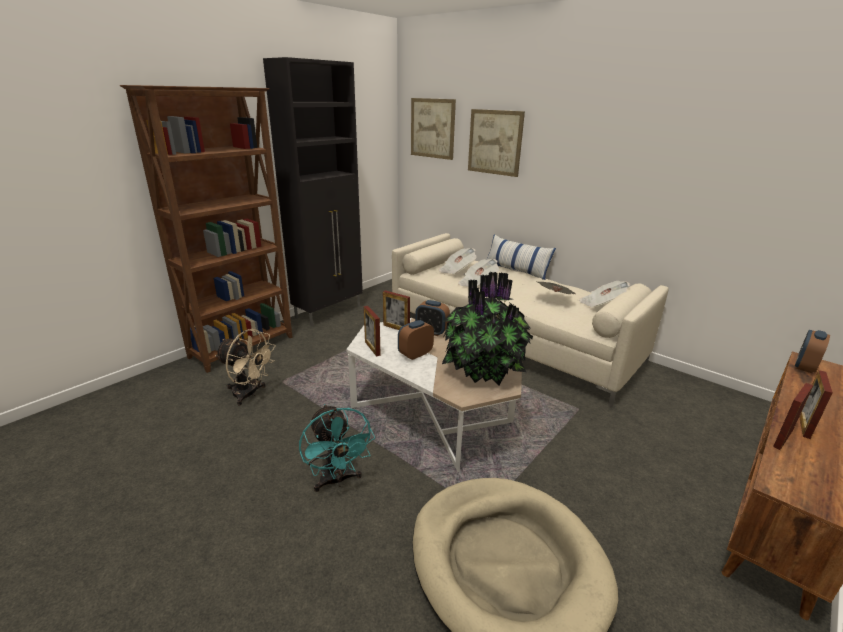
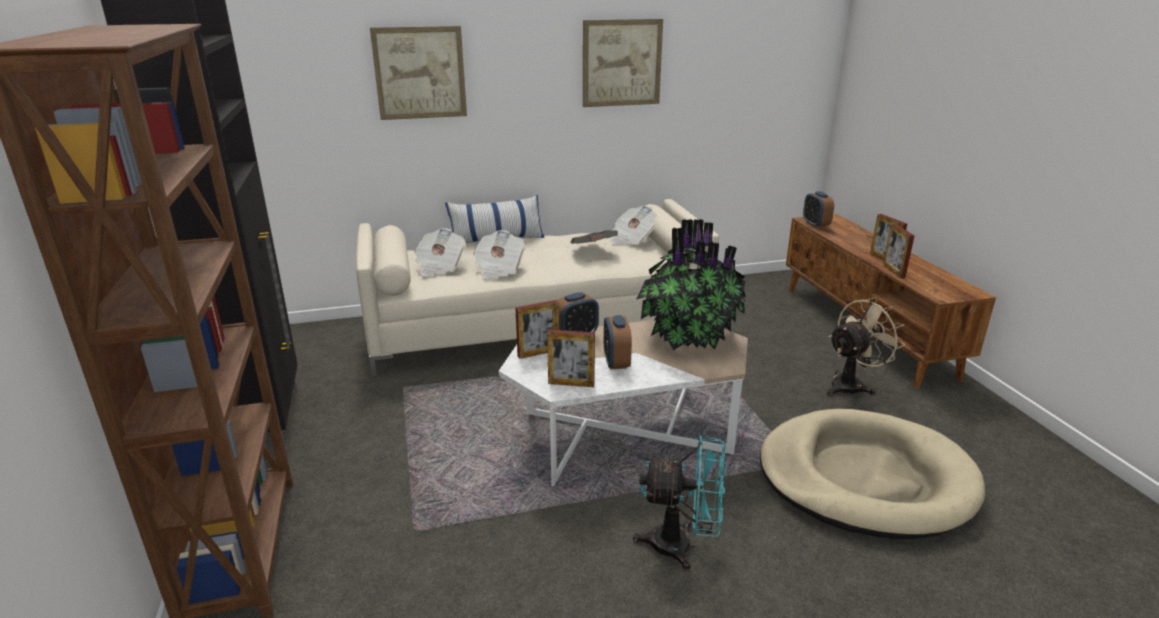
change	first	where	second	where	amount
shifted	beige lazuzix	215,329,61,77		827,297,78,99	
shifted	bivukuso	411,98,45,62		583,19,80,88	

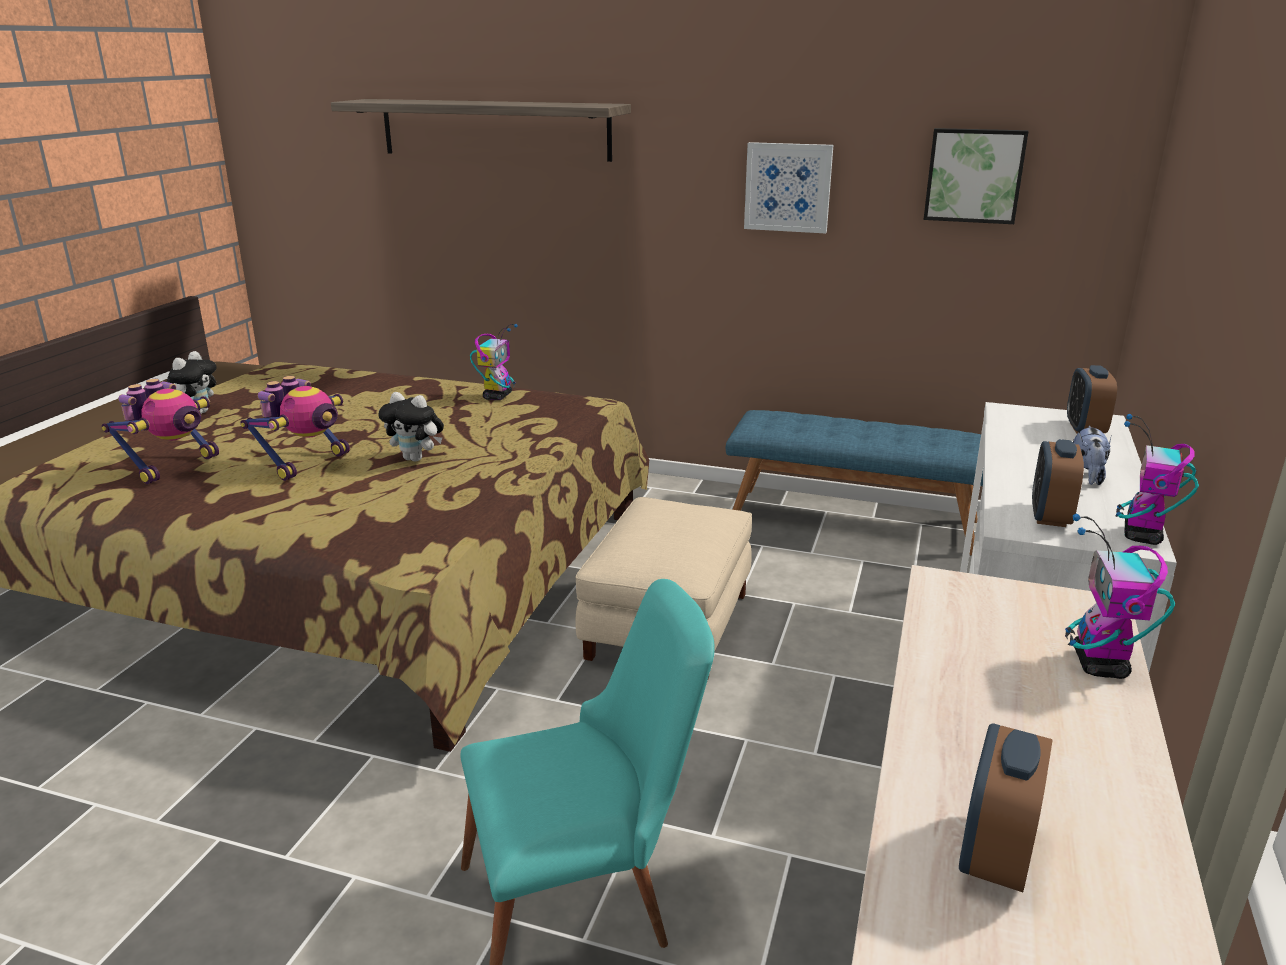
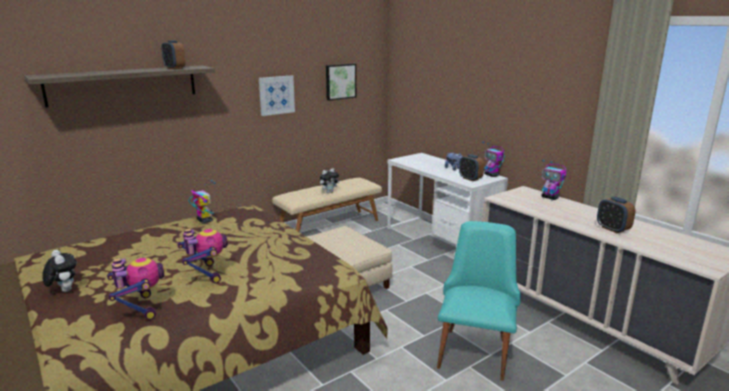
change	first	where	second	where	amount
shifted	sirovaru	379,392,65,70		319,168,21,25	
repainted	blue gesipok	726,410,257,146	beige gesipok	272,178,110,54	
shifted	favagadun	1067,365,50,69		161,40,25,29	

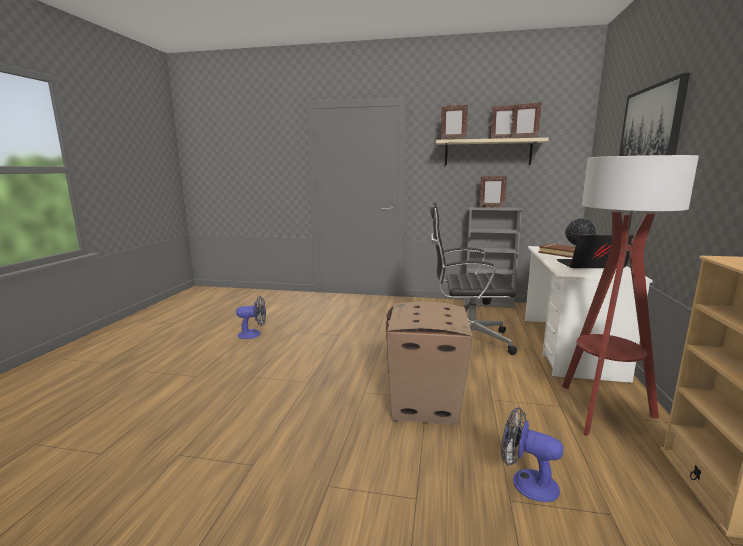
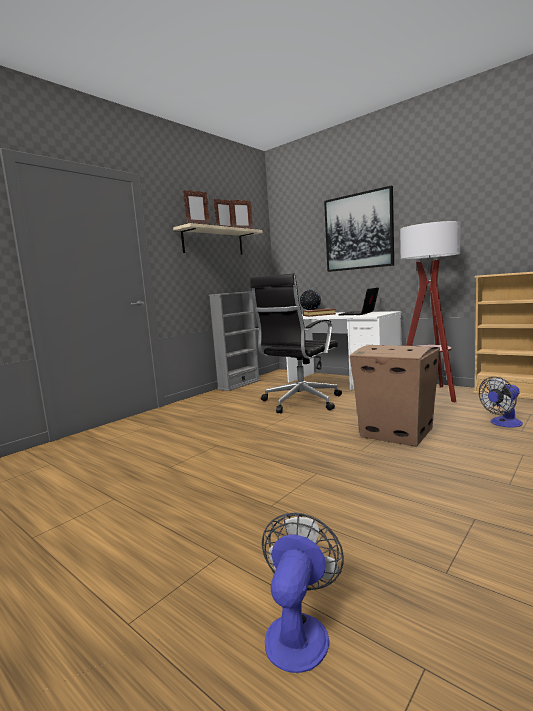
change	first	where	second	where	amount
shifted	lazuzix	236,296,30,43		262,513,82,160	
gone	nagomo	479,176,28,32			

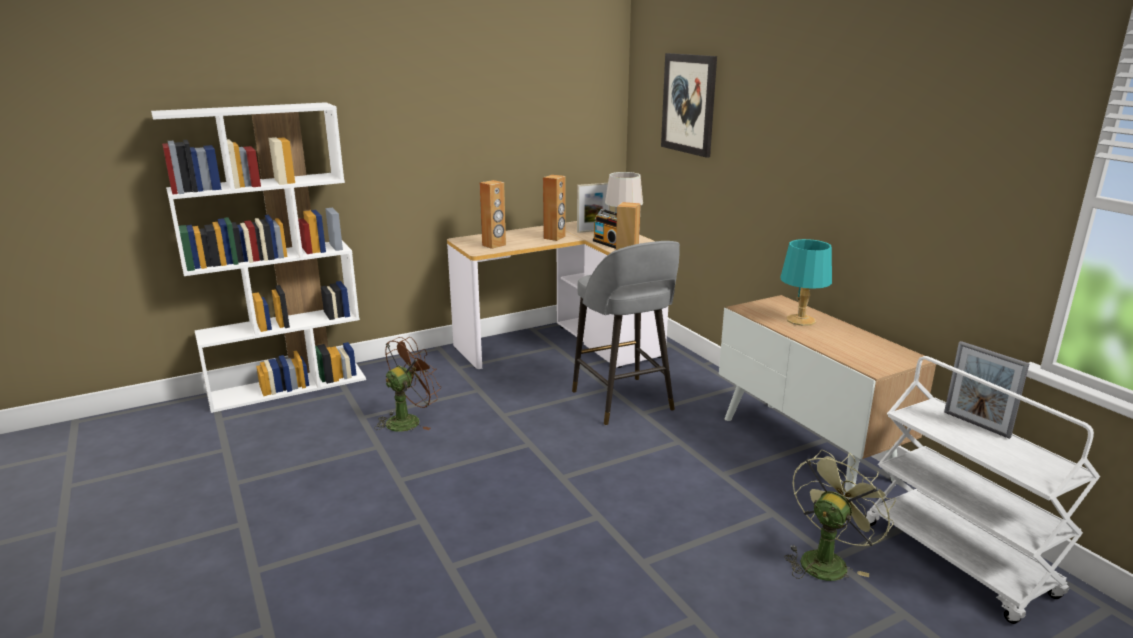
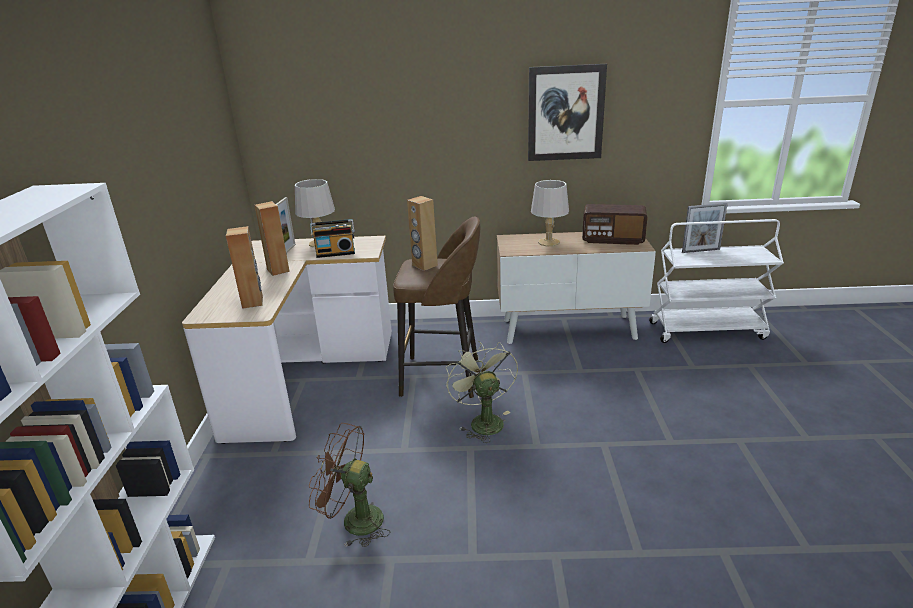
change	first	where	second	where	amount
rotated	brown lazuzix	374,337,67,95		309,423,81,124	60 degrees counterclockwise
repainted	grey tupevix	572,241,108,184	brown tupevix	393,216,87,182	
shifted	bivukuso	661,53,56,105		528,64,79,97	
repainted	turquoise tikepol	780,239,52,87	grey tikepol	531,180,38,66	
shifted	green lazuzix	784,450,112,131		445,341,73,102	
new			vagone	582,204,65,41	

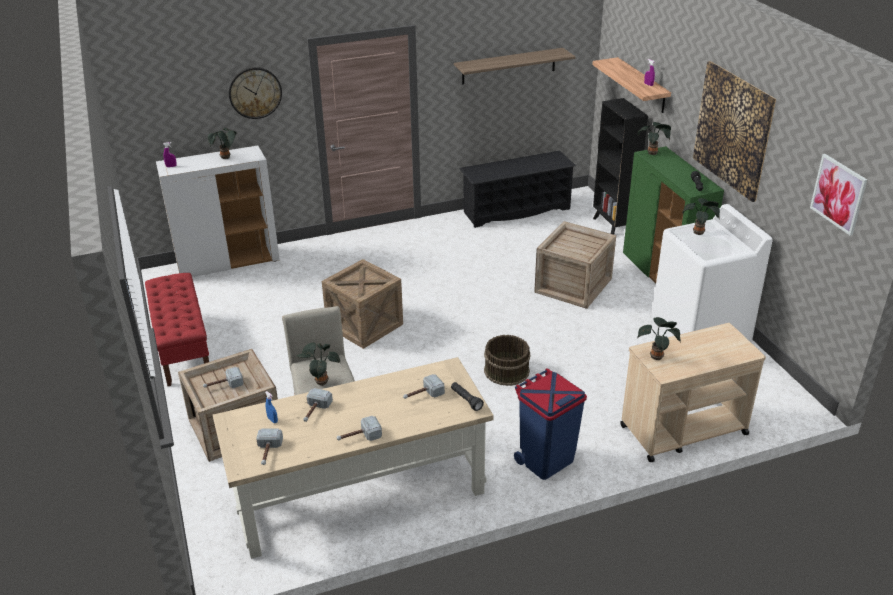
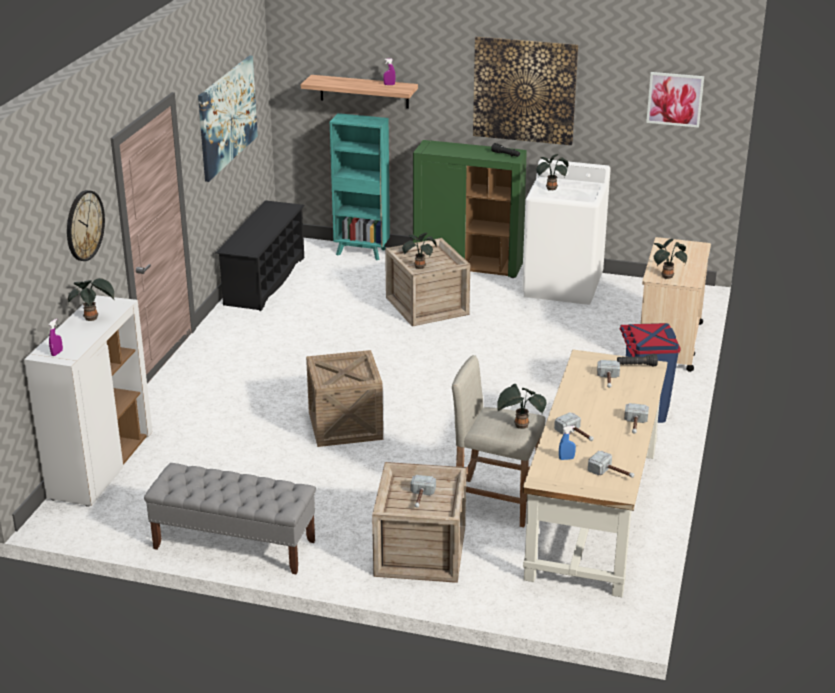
change	first	where	second	where	amount
repainted	red gesipok	145,273,64,113	grey gesipok	144,463,172,111	
swapped	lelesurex	454,48,121,37	bivukuso	198,56,60,126	
gone	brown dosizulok	484,335,46,51			
repainted	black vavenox	593,98,55,137	turquoise vavenox	330,113,60,147	
shifted	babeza	637,122,34,33		402,233,35,36	

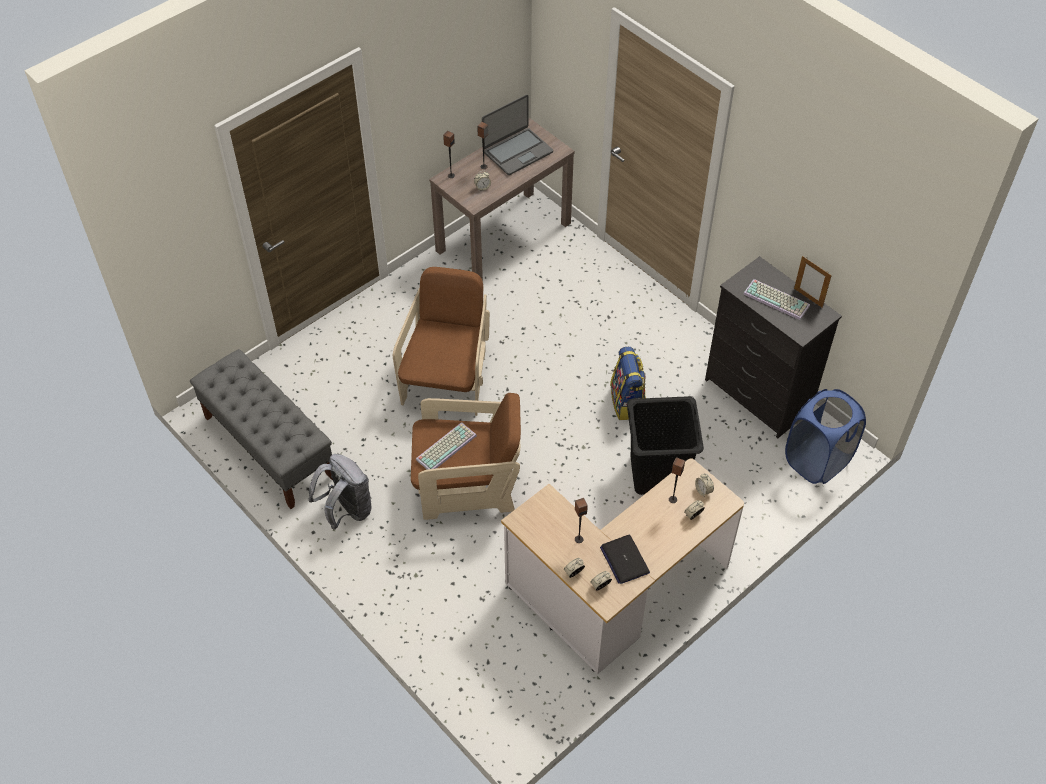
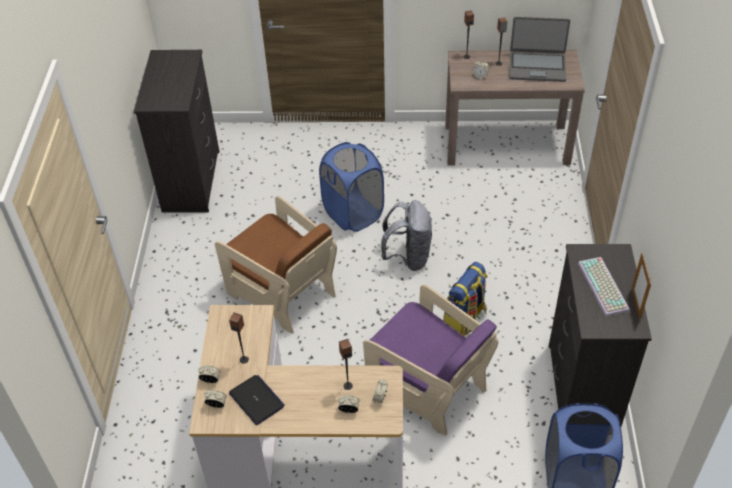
change	first	where	second	where	amount
swapped	grey gesipok	190,349,143,160	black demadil	134,50,86,163	
shifted	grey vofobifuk	309,454,63,76		381,200,51,71	
swapped	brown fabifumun	393,267,97,149	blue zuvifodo	319,142,65,90	
gone	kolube	416,422,61,48			
rotated	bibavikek	600,535,50,49		229,375,56,50	120 degrees clockwise
swapped	black zuvifodo	627,396,77,99	purple fabifumun	363,284,135,152	

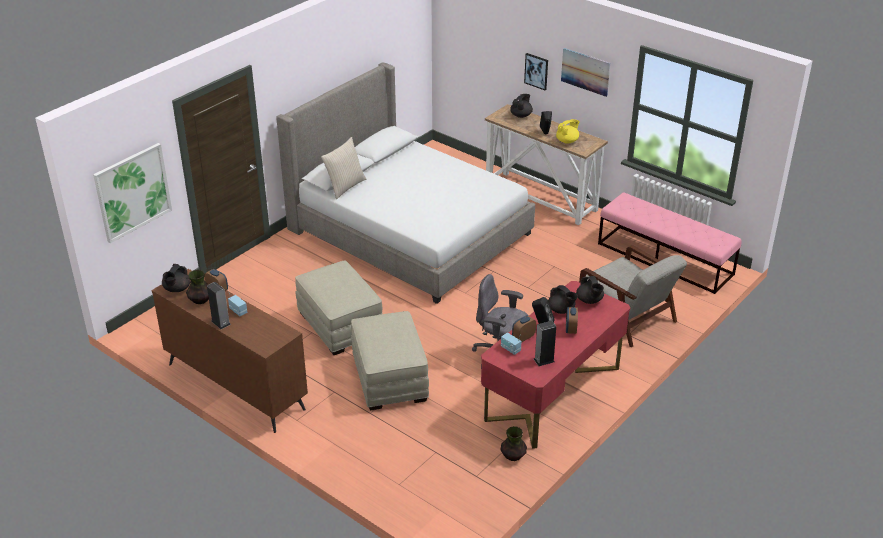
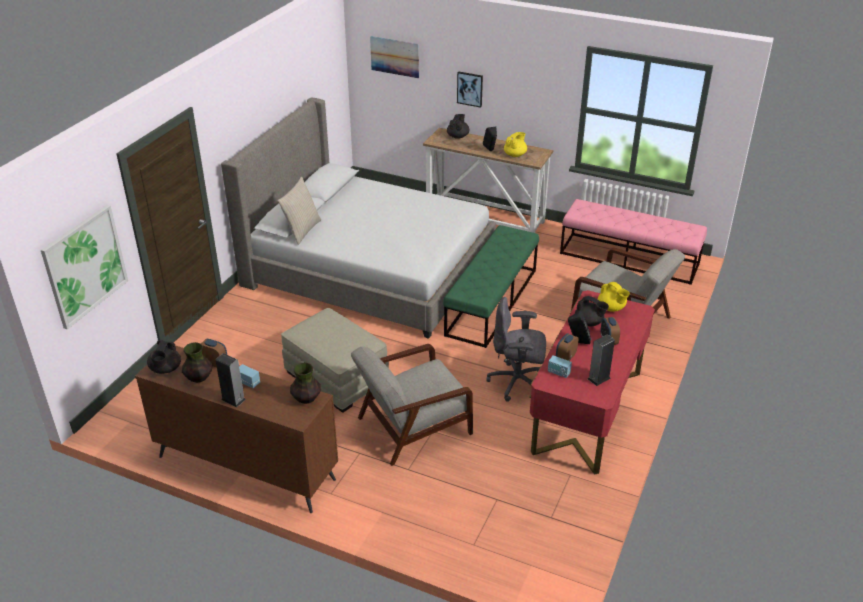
change	first	where	second	where	amount
swapped	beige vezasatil	351,311,78,100	grey fabifumun	351,344,122,122	
shifted	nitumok	500,426,27,35		290,362,31,42	
shifted	bivukuso	561,48,49,49		370,36,49,42	
repainted	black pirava	576,276,28,28	yellow pirava	598,282,32,30	
new			green gesipok	443,225,96,123	

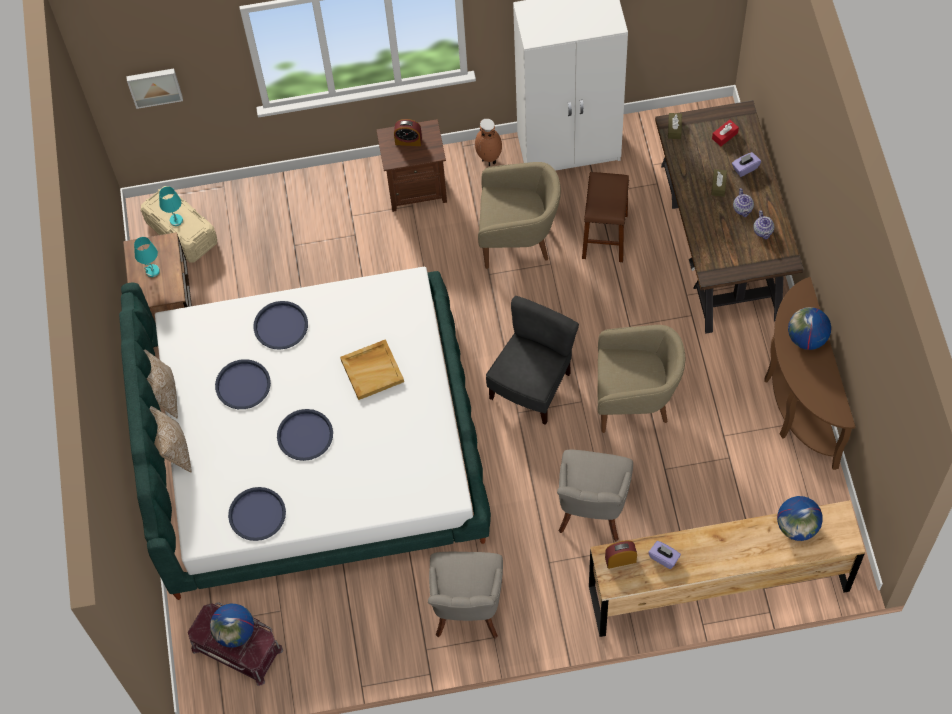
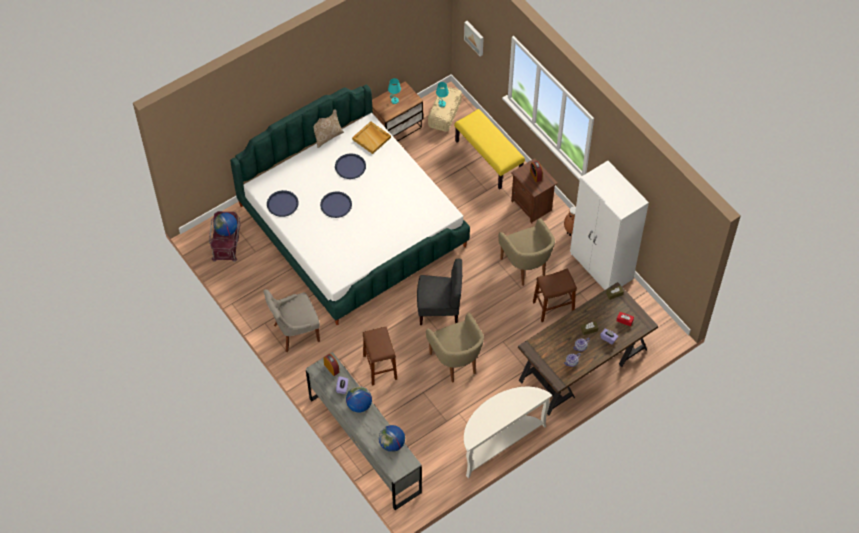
change	first	where	second	where	amount
gone	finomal	149,406,43,67			
gone	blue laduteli	253,301,55,49			
shifted	beige laduteli	340,339,64,61		352,121,39,33	
swapped	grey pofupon	557,450,76,91	brown tupevix	363,327,34,59	
repainted	brown demadil	589,500,276,137	grey demadil	306,352,116,158	
repainted	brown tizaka	764,277,91,193	white tizaka	464,387,88,91	
shifted	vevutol	788,307,43,43		346,386,26,27	
new			yellow gesipok	454,109,71,80	

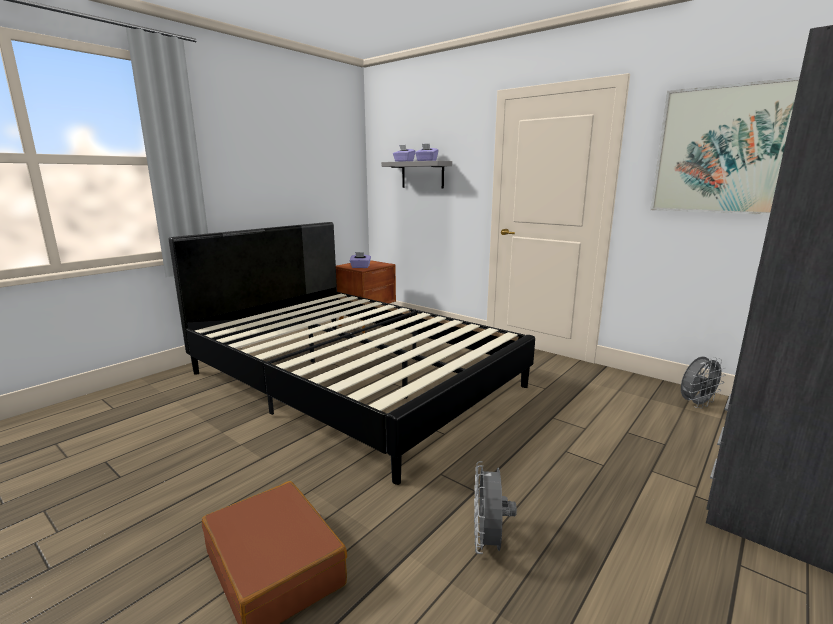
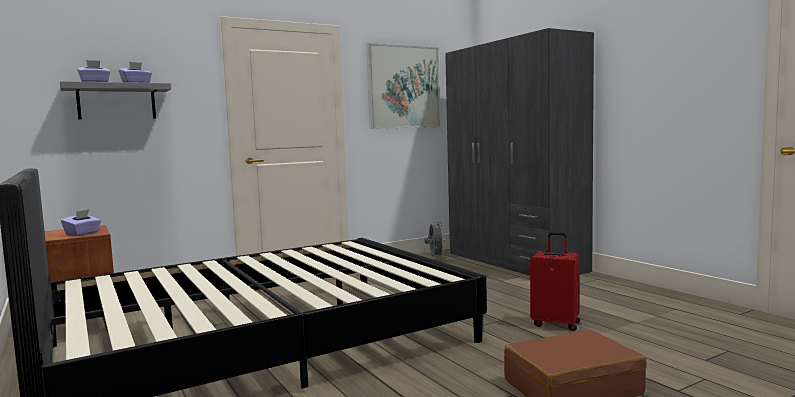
change	first	where	second	where	amount
swapped	grey lazuzix	474,461,43,93	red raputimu	530,232,50,99	

